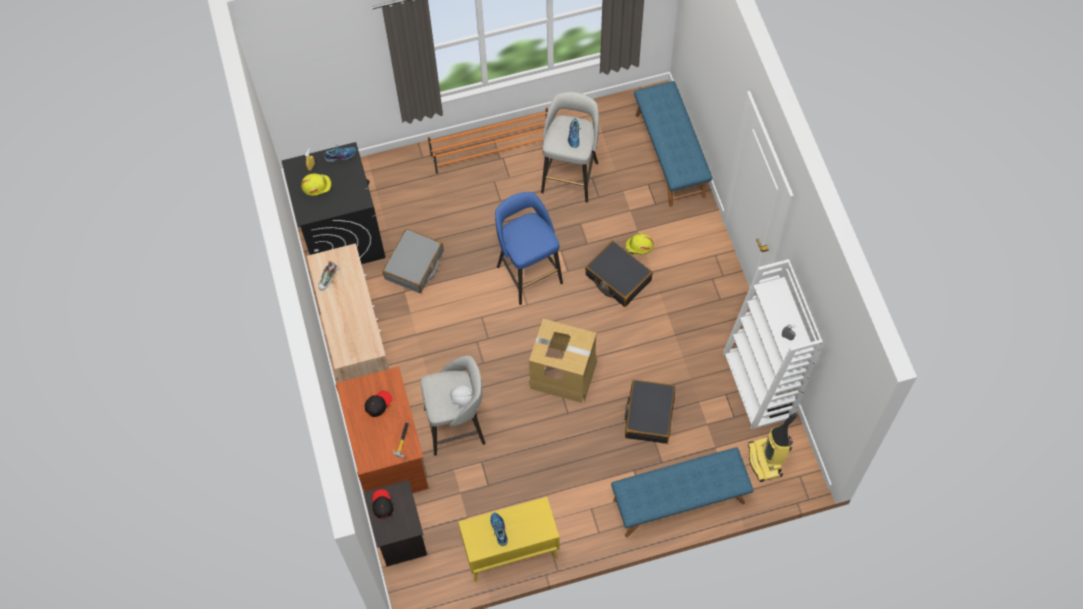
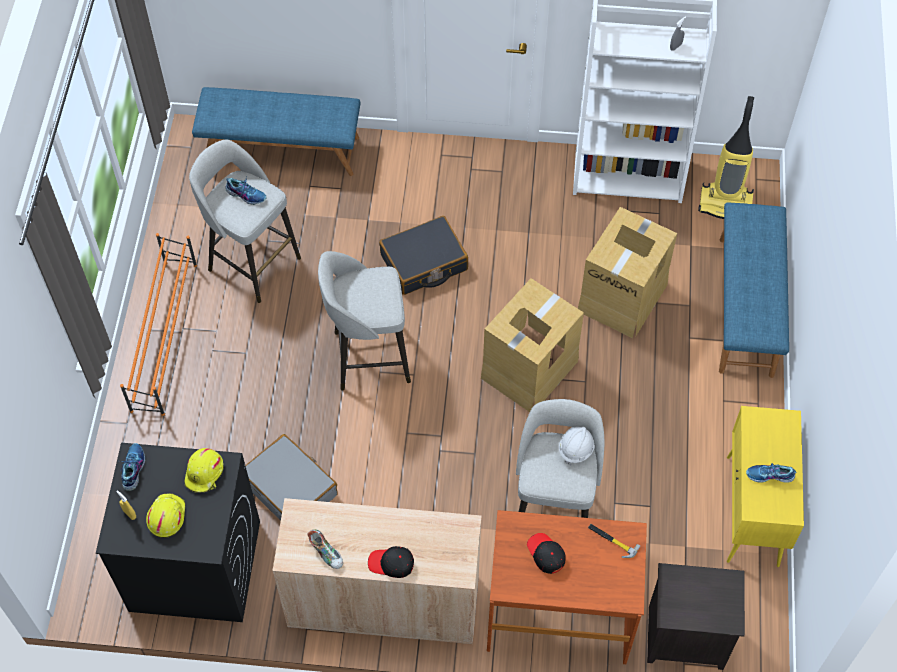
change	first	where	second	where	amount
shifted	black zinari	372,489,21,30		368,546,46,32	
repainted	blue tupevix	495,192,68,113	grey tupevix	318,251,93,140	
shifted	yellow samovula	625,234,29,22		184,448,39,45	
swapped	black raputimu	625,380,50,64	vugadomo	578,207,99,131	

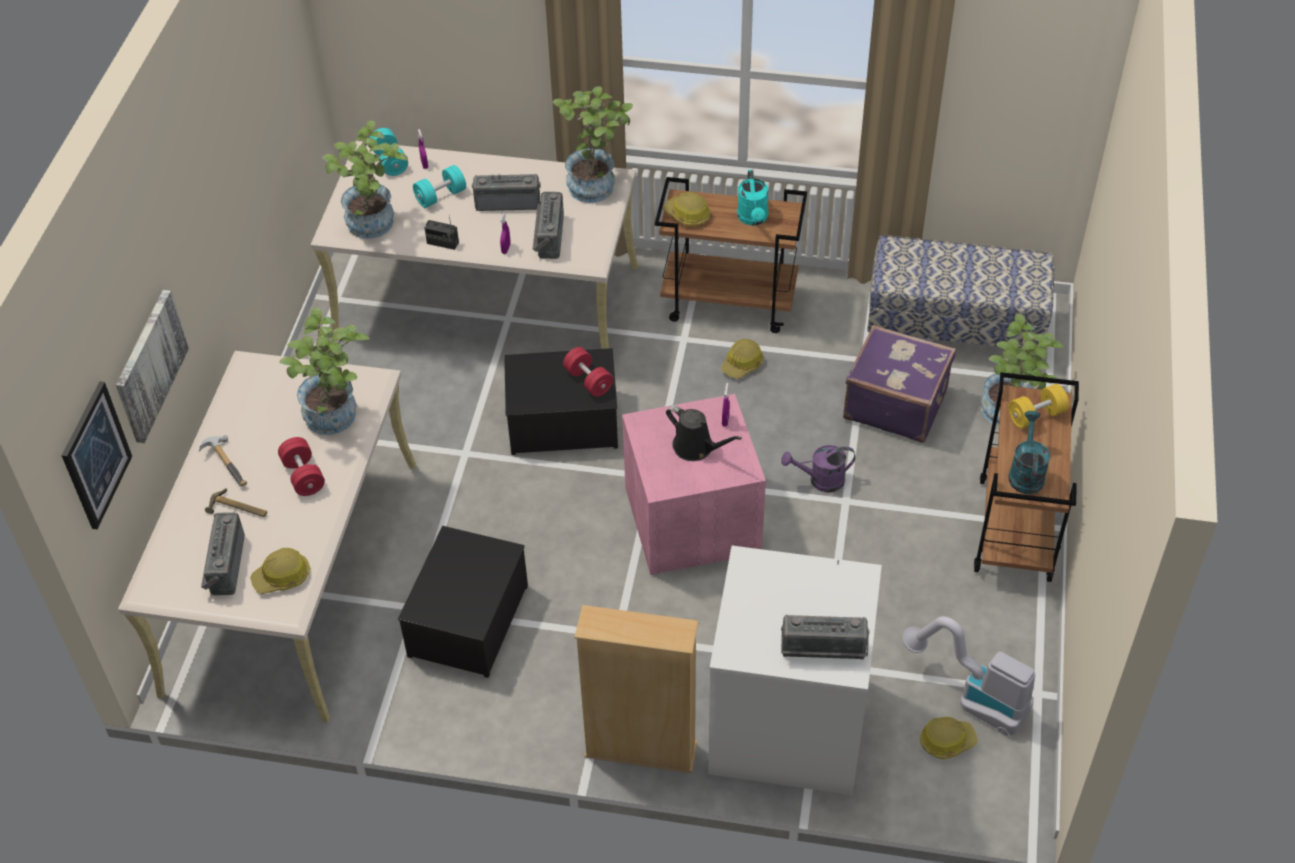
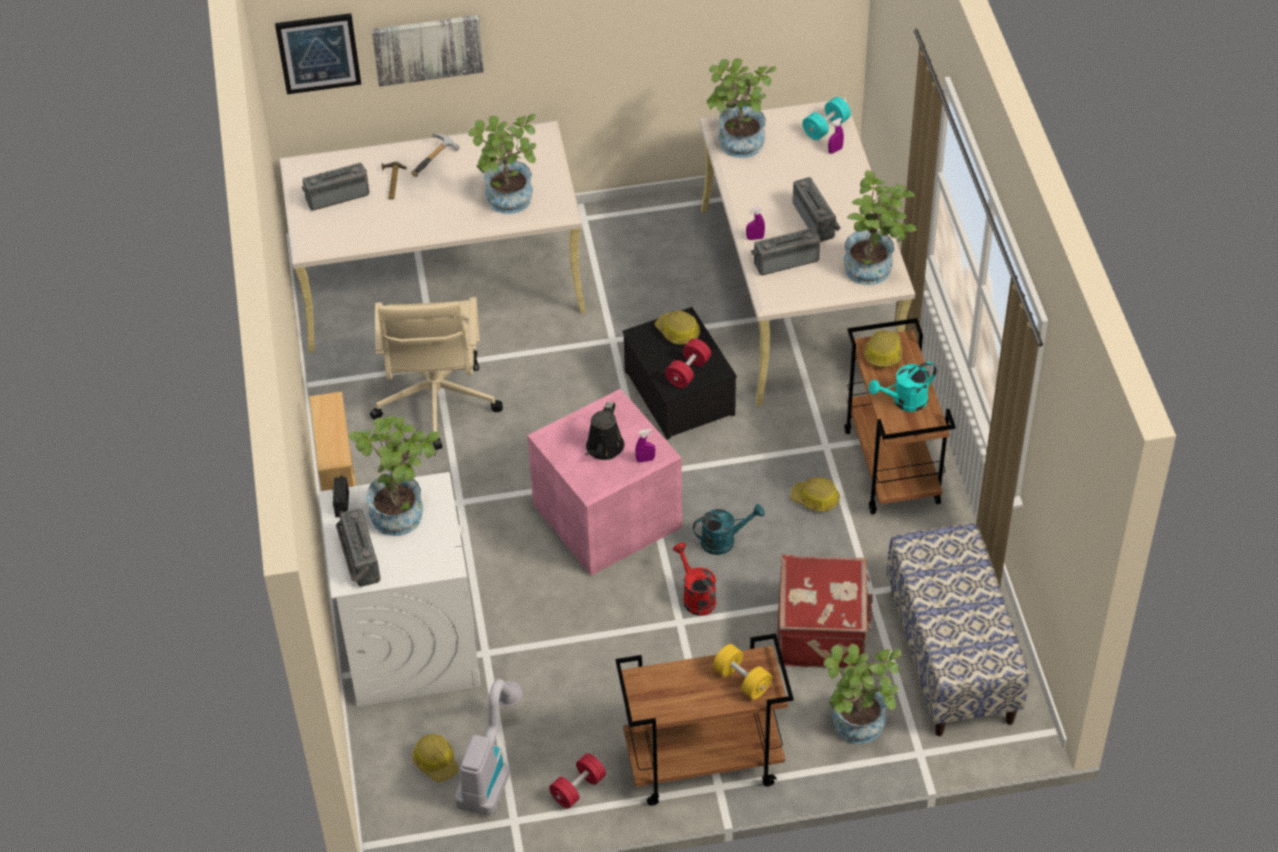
change	first	where	second	where	amount
shifted	samovula	250,548,60,46		655,311,45,34	
shifted	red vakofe	278,437,47,59		549,753,57,56	
swapped	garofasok	398,526,130,152	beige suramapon	370,297,133,153	
gone	turquoise vakofe	413,165,53,43			
shifted	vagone	425,214,34,36		332,476,17,41	
repainted	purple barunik	781,445,75,47	red barunik	673,543,43,73	
repainted	purple raputimu	843,325,113,118	red raputimu	778,555,95,113	
shifted	turquoise barunik	1009,411,41,83		693,504,72,51	
new			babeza	348,416,92,120	

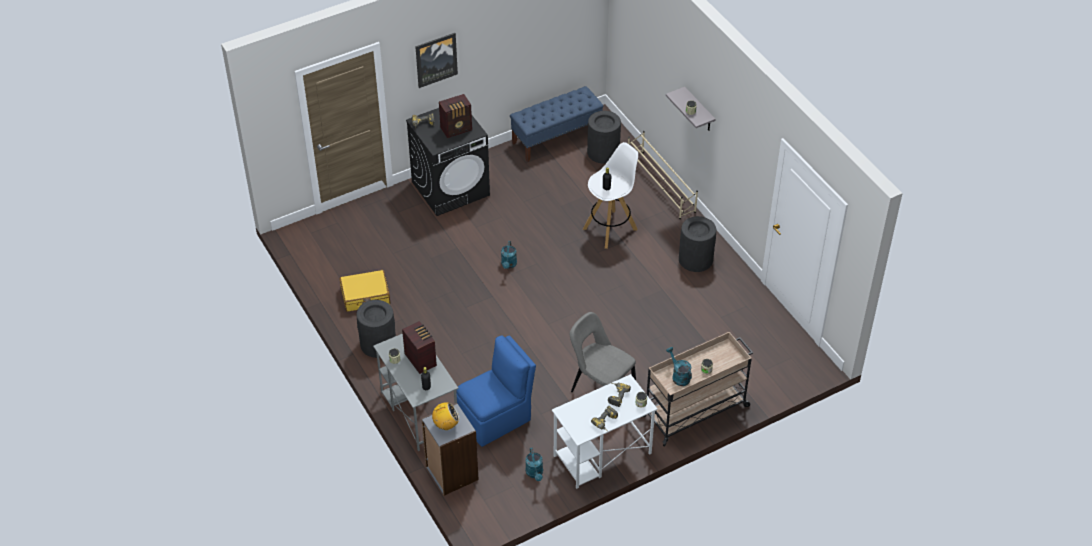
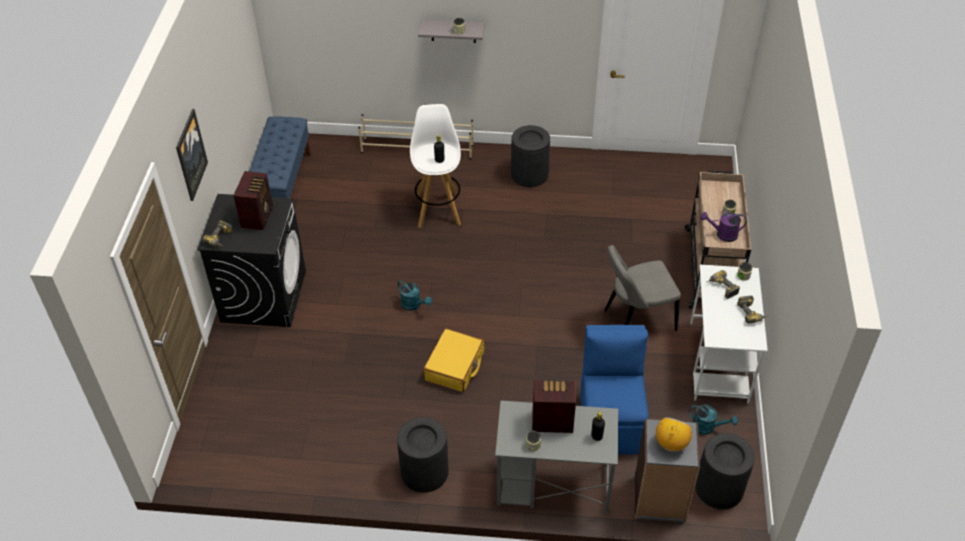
change	first	where	second	where	amount
shifted	yellow raputimu	340,270,50,42		423,328,61,64	
shifted	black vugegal	587,111,34,53		695,433,60,76	
repainted	turquoise barunik	666,347,26,39	purple barunik	700,212,47,30	

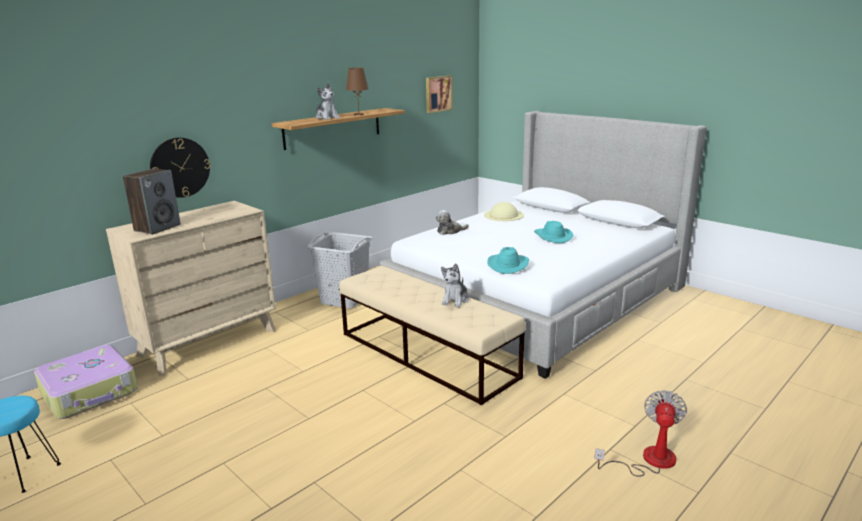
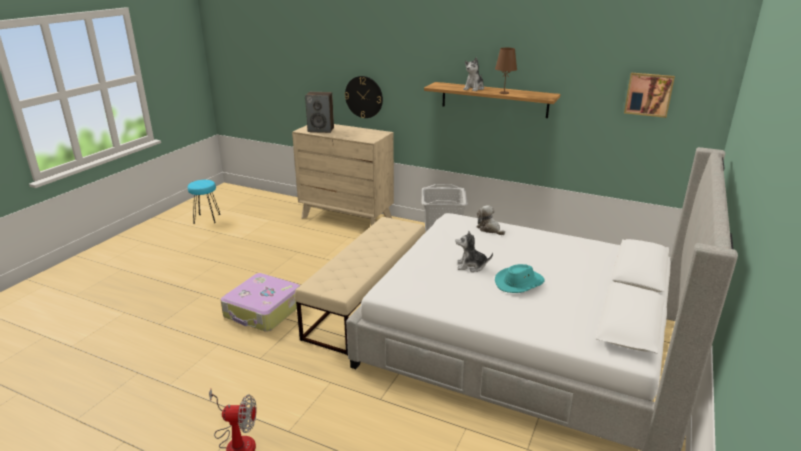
change	first	where	second	where	amount
shifted	raputimu	34,345,104,74		220,273,81,59	
shifted	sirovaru	441,263,28,44		455,231,38,41	
gone	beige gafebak	484,202,40,19			
gone	turquoise gafebak	487,247,42,27			

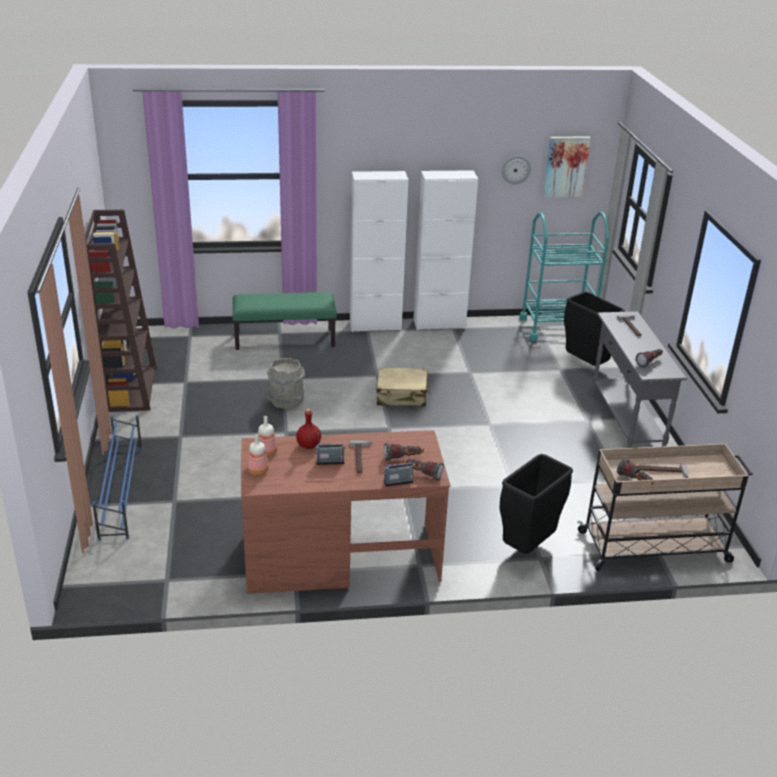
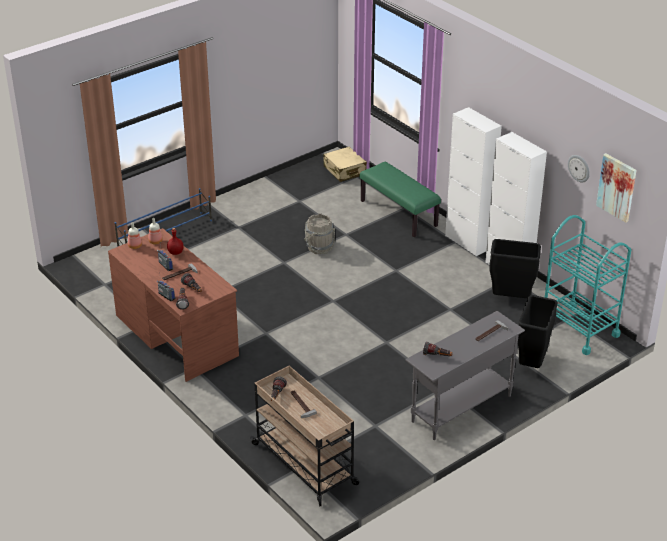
change	first	where	second	where	amount
gone	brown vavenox	85,209,72,203			
shifted	beige raputimu	376,367,55,40		323,147,44,35	
shifted	black vugegal	499,454,74,100		489,239,52,59	

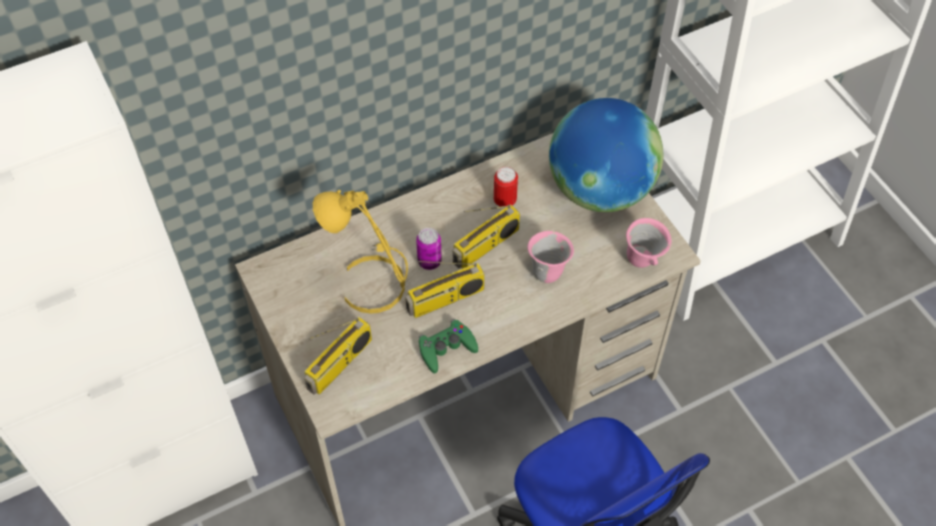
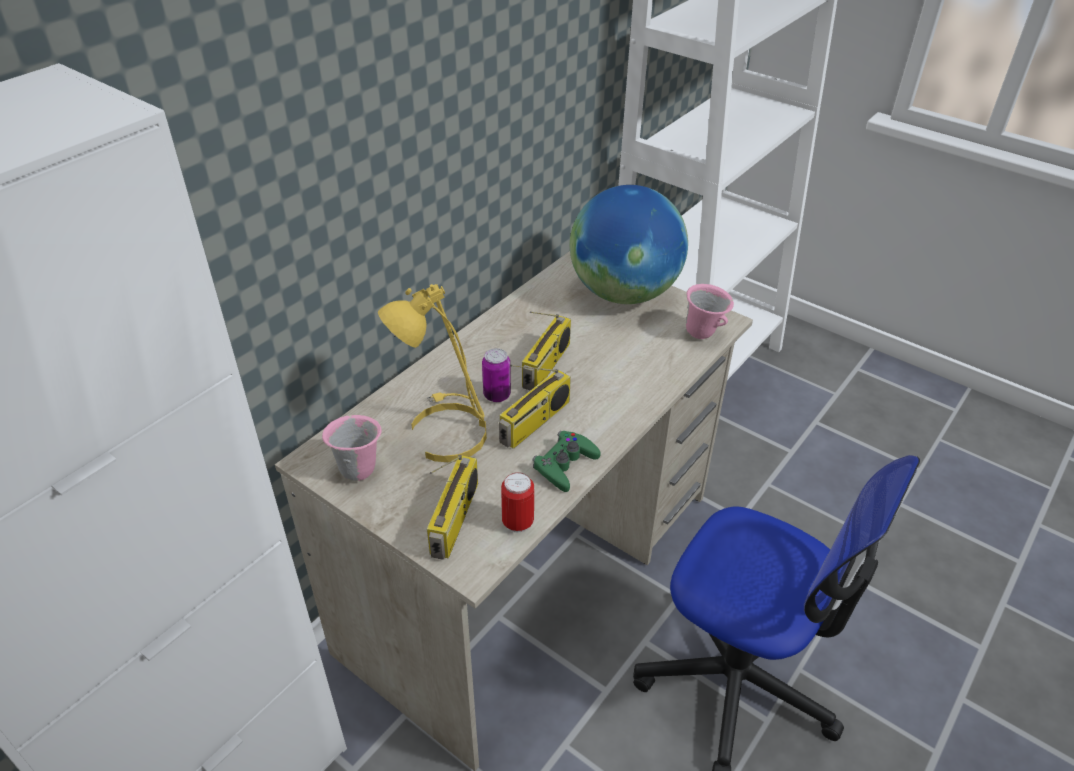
change	first	where	second	where	amount
shifted	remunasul	494,167,24,41		501,472,33,61	
shifted	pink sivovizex	528,231,46,52		322,415,60,66	

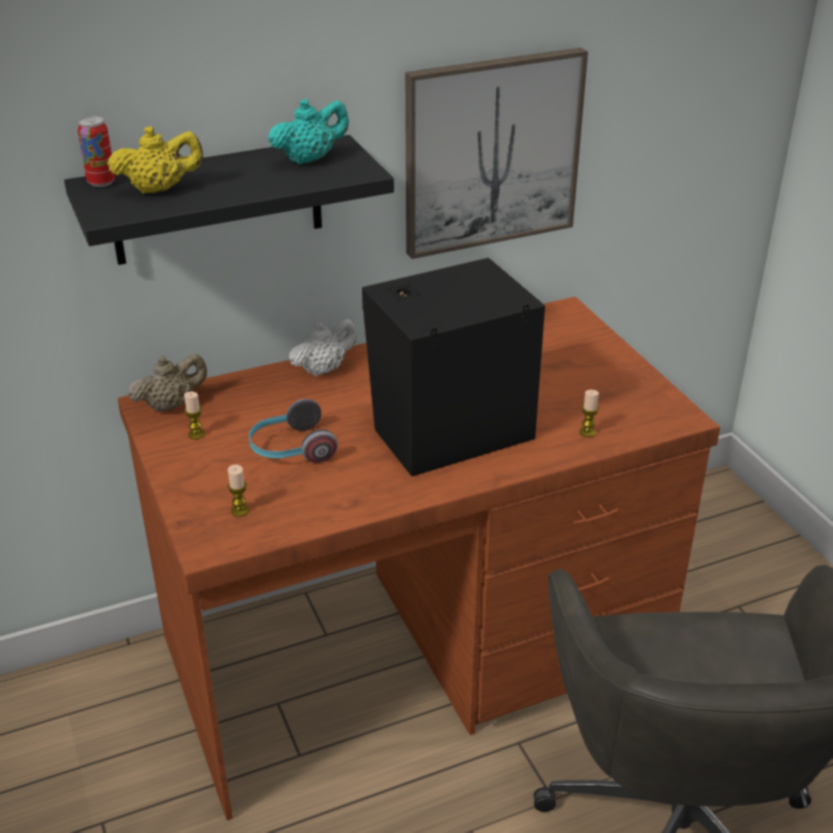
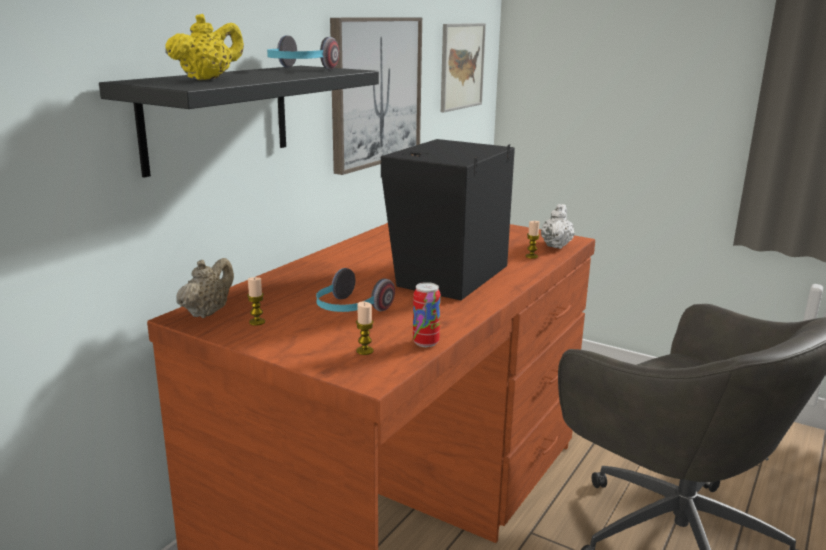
change	first	where	second	where	amount
shifted	remunasul	78,116,37,71		413,282,28,65	
swapped	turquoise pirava	268,99,81,65	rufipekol	267,35,72,35	
shifted	white pirava	289,318,68,58		541,204,33,45	
new			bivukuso	441,23,45,89	

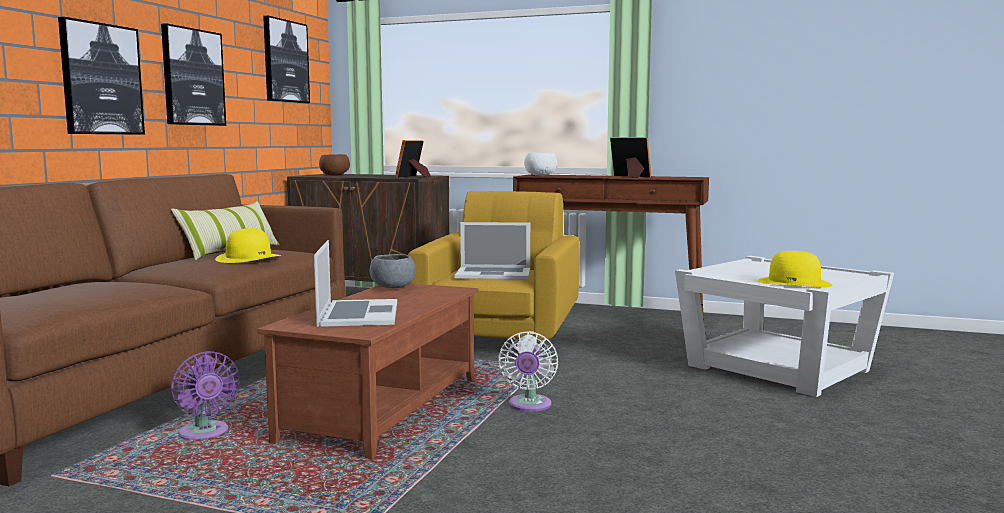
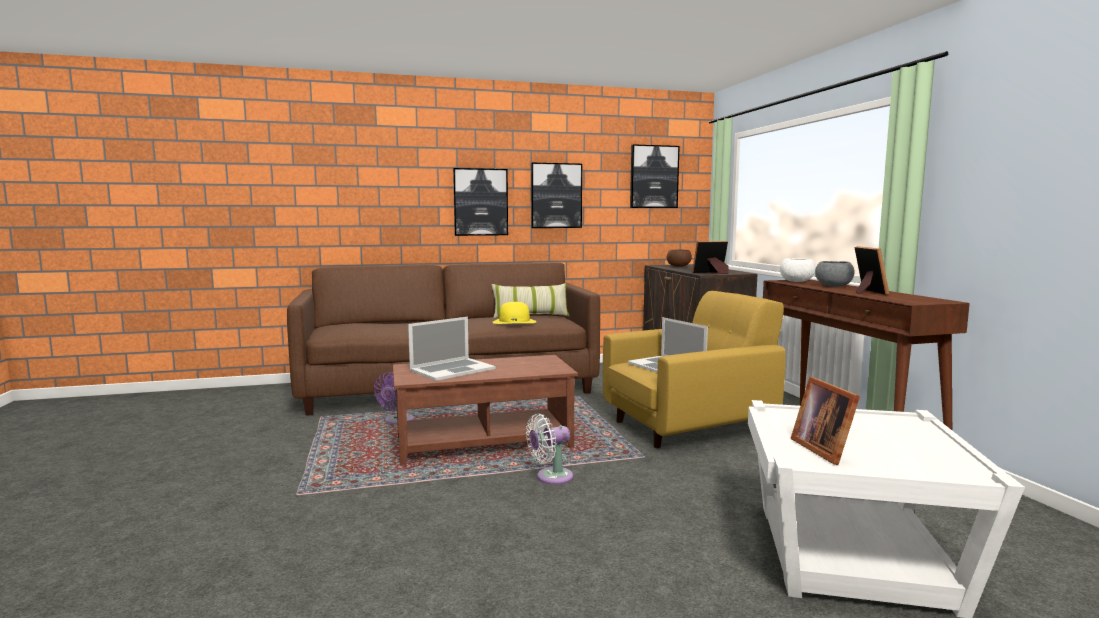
change	first	where	second	where	amount
shifted	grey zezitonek	370,254,46,34		815,261,40,26	
swapped	yellow gafebak	758,251,74,37	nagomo	791,377,69,88	

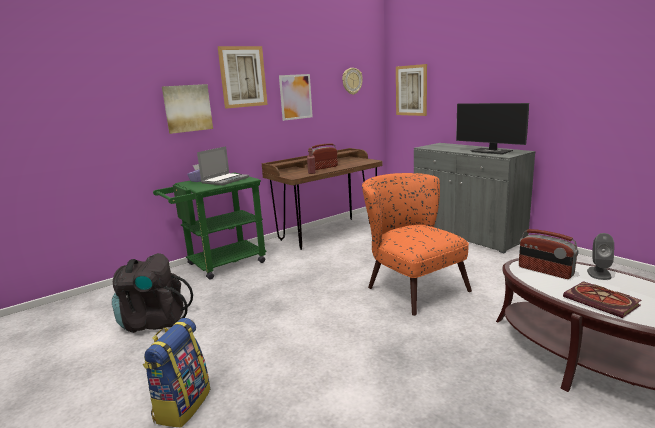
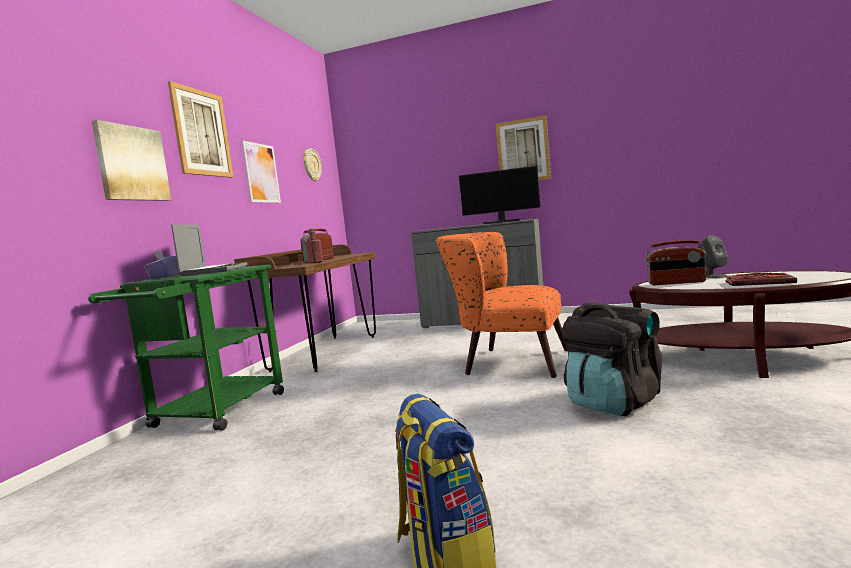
change	first	where	second	where	amount
shifted	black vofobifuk	112,253,81,80		562,303,100,113	
shifted	bivukuso	396,64,31,52		495,115,56,65	

